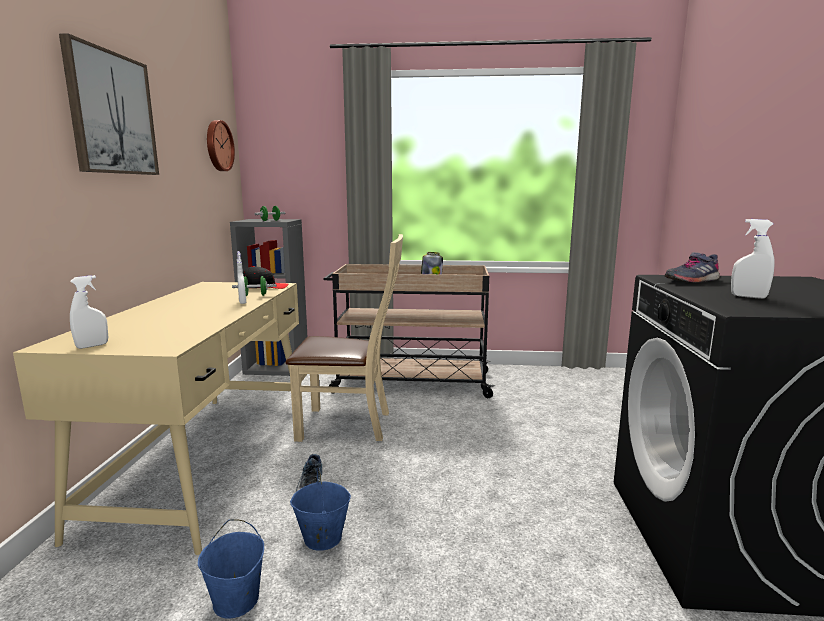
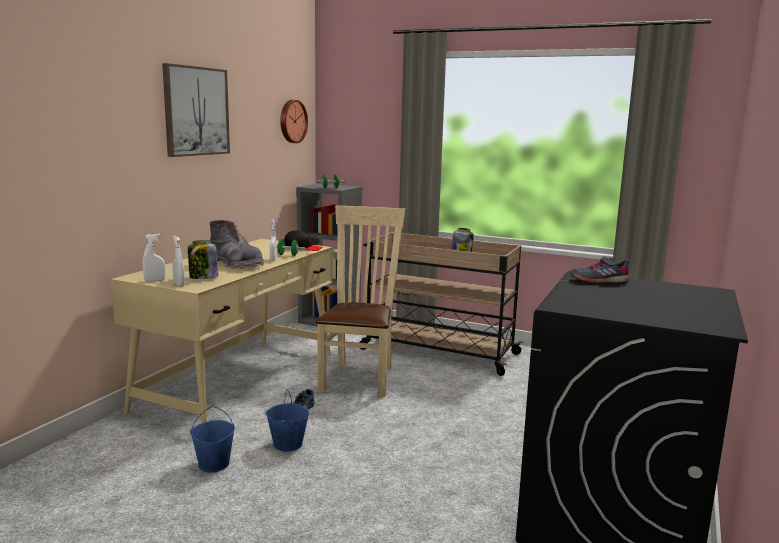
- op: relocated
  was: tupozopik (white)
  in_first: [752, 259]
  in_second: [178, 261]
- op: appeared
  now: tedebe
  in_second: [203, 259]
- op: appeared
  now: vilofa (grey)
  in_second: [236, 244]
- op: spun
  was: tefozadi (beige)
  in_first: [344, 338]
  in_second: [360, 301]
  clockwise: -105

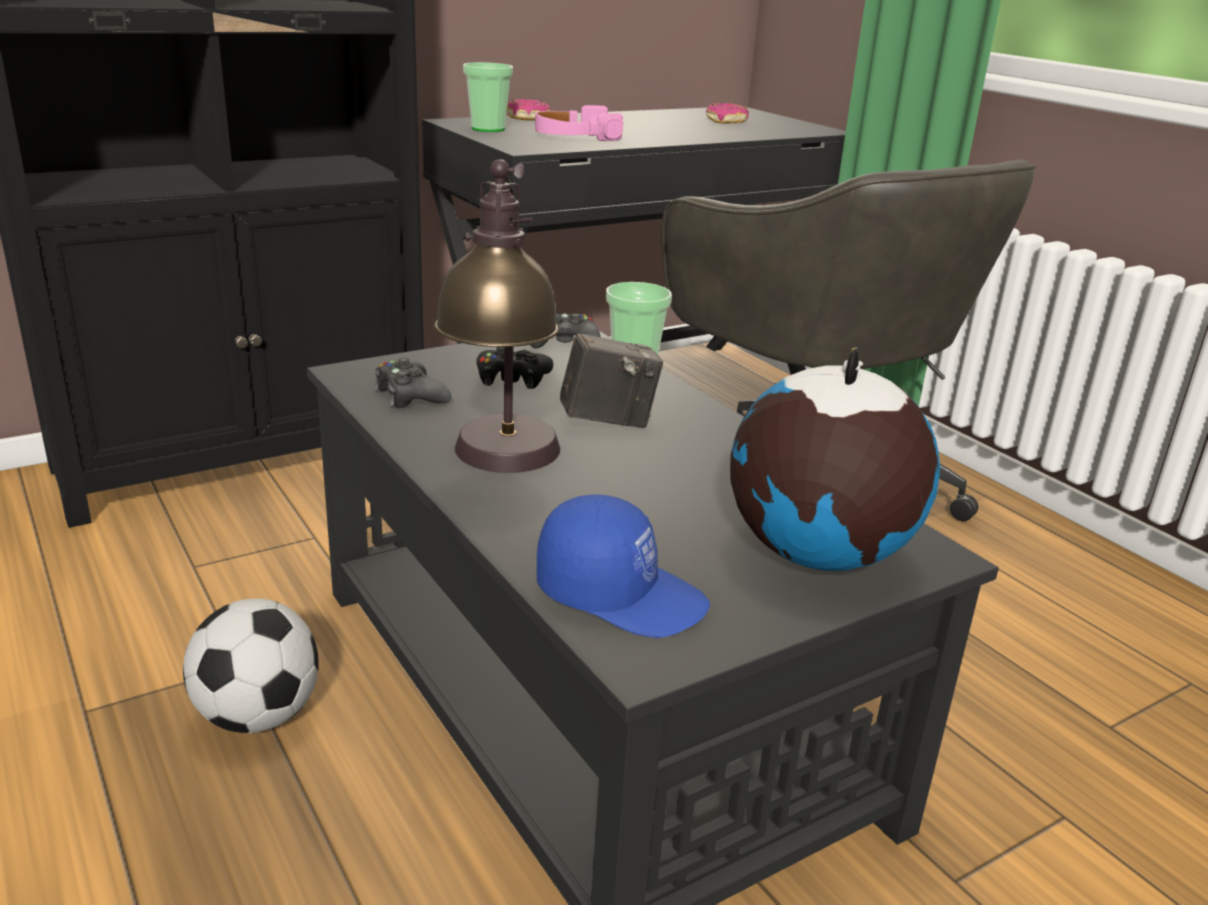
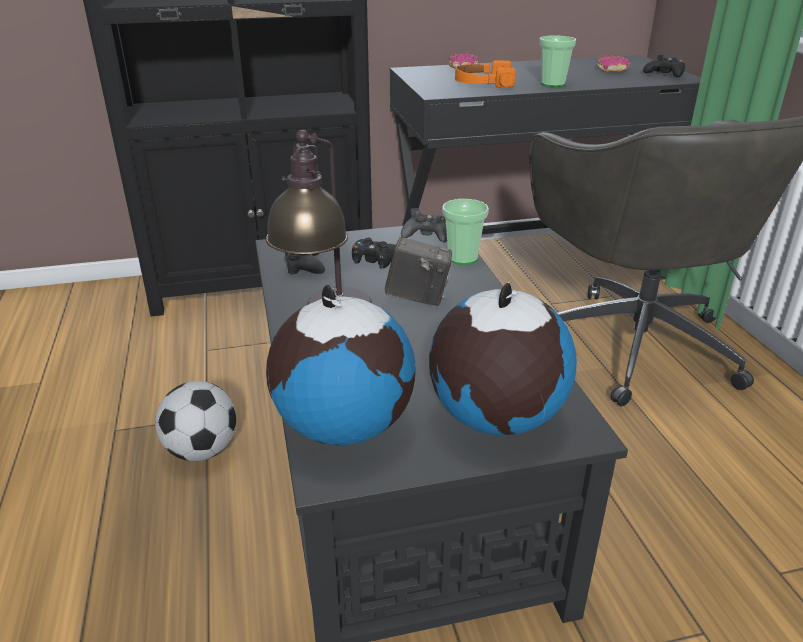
- op: exchanged
  was: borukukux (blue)
  now: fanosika
  in_first: [623, 566]
  in_second: [341, 365]
- op: colour
  was: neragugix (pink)
  now: neragugix (orange)
  in_first: [579, 123]
  in_second: [485, 74]
- op: relocated
  was: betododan
  in_first: [488, 97]
  in_second: [557, 61]
- op: appeared
  now: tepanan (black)
  in_second: [664, 66]

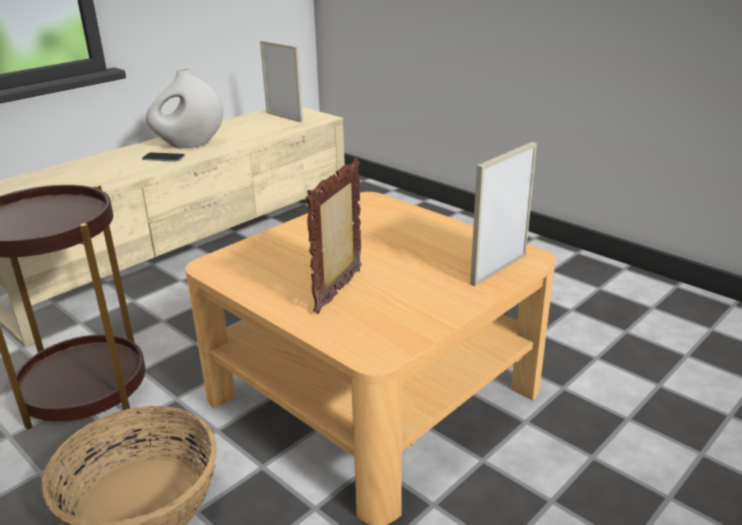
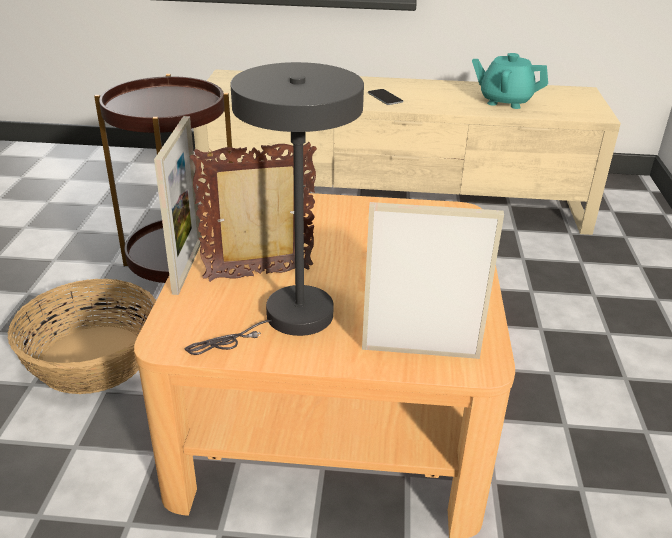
- op: relocated
  was: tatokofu
  in_first: [281, 81]
  in_second: [178, 205]
- op: appeared
  now: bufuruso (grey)
  in_second: [274, 208]
- op: appeared
  now: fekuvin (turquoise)
  in_second: [510, 81]
- op: missing
  was: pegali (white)
  in_first: [184, 109]

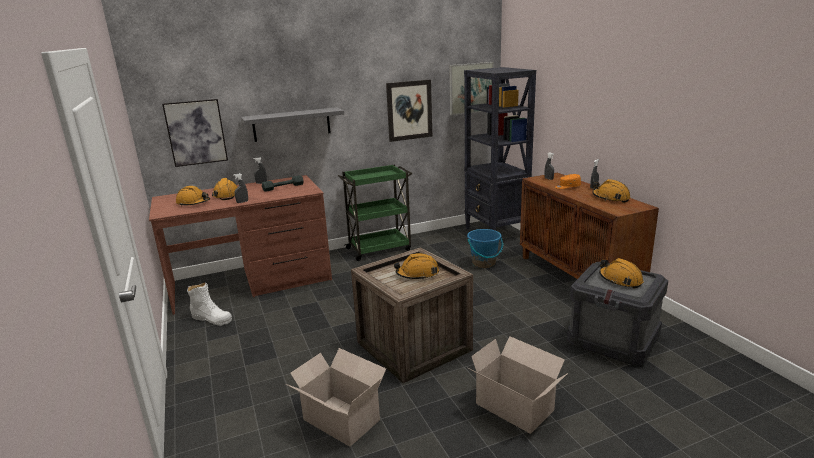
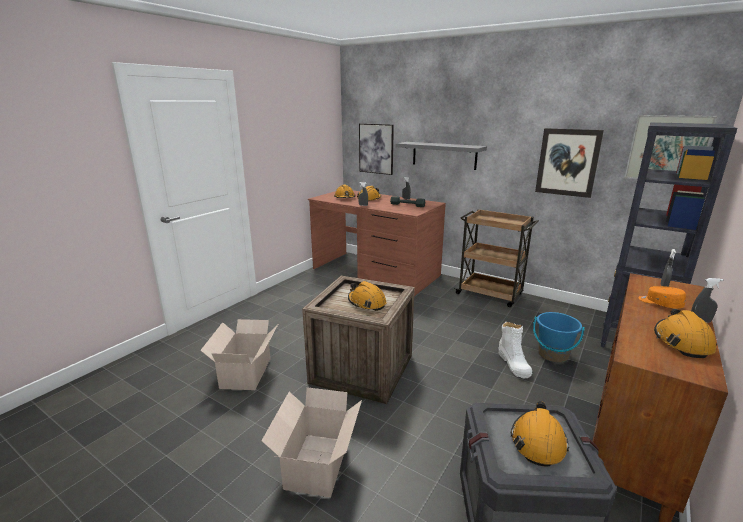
- op: colour
  was: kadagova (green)
  now: kadagova (brown)
  in_first: [375, 213]
  in_second: [496, 258]
- op: relocated
  was: vilofa (white)
  in_first: [209, 304]
  in_second: [515, 350]

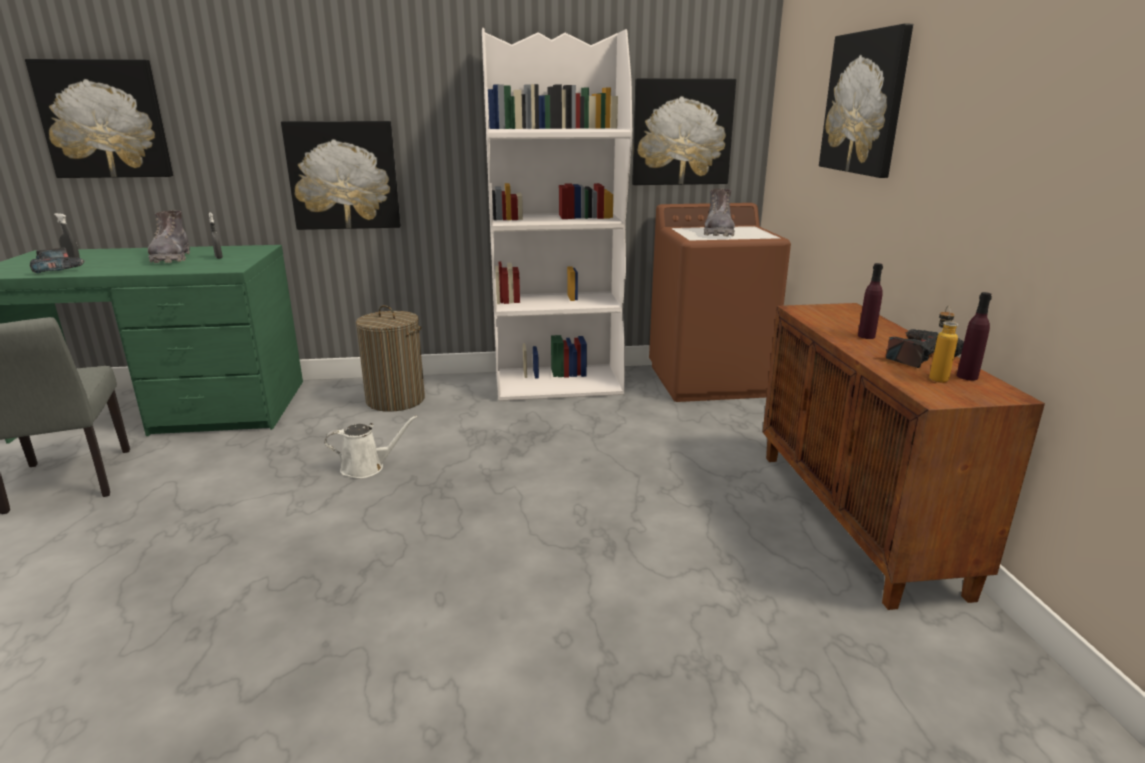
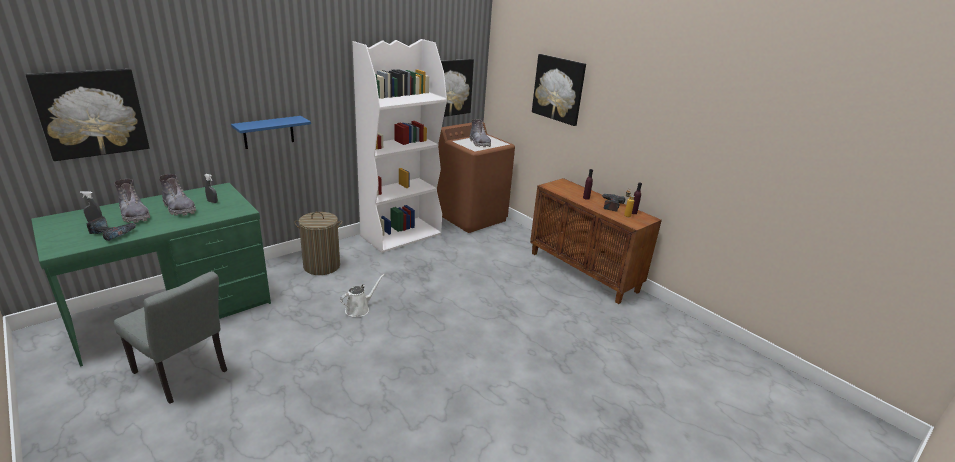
- op: appeared
  now: vilofa (grey)
  in_second: [132, 201]
- op: exchanged
  was: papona
  now: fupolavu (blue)
  in_first: [341, 175]
  in_second: [271, 132]

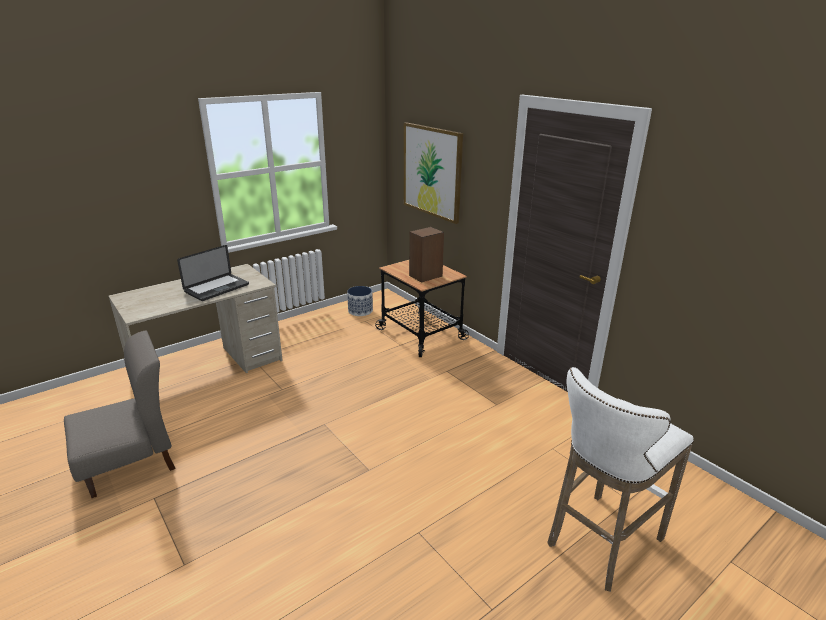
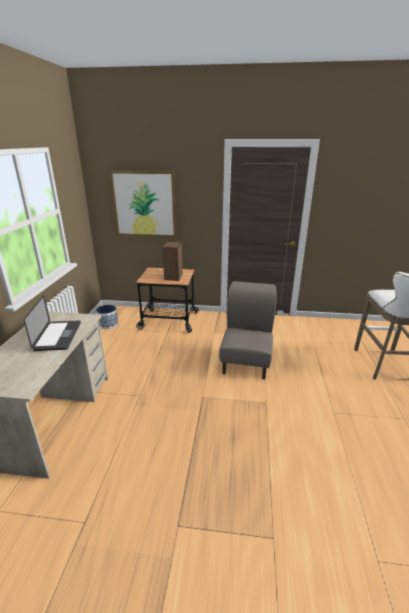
- op: relocated
  was: tefozadi (grey)
  in_first: [120, 414]
  in_second: [248, 330]

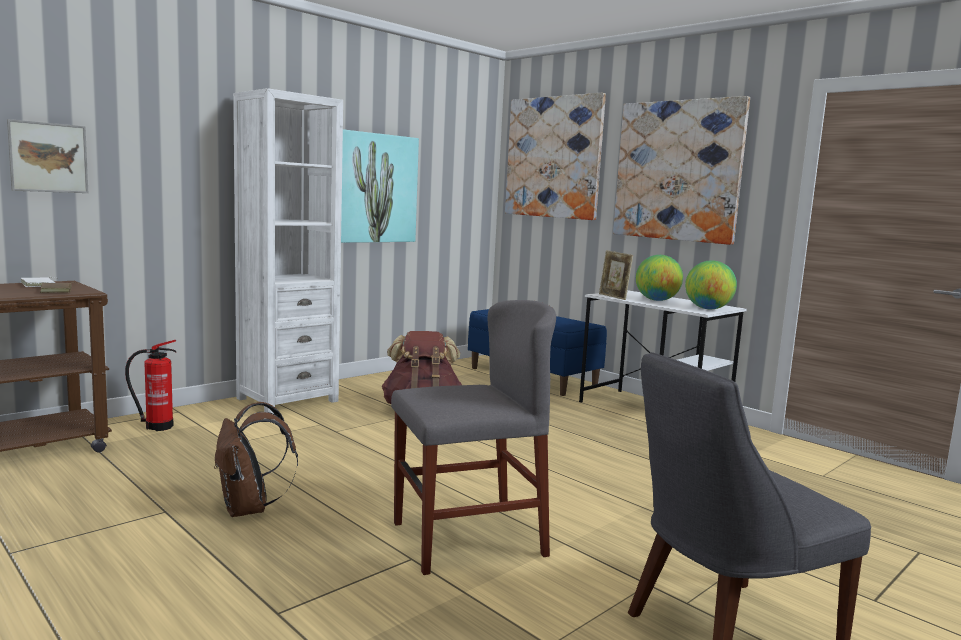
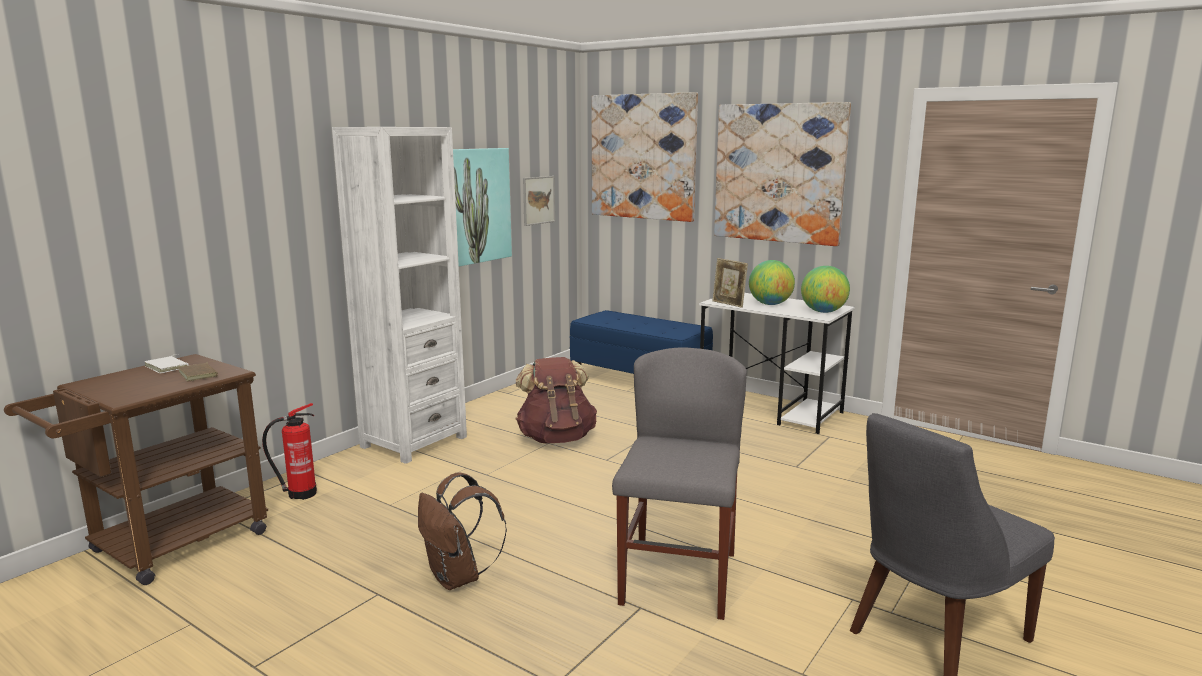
- op: relocated
  was: papona
  in_first: [47, 156]
  in_second: [539, 201]
- op: spun
  was: tefozadi (grey)
  in_first: [473, 437]
  in_second: [679, 483]
  clockwise: -45

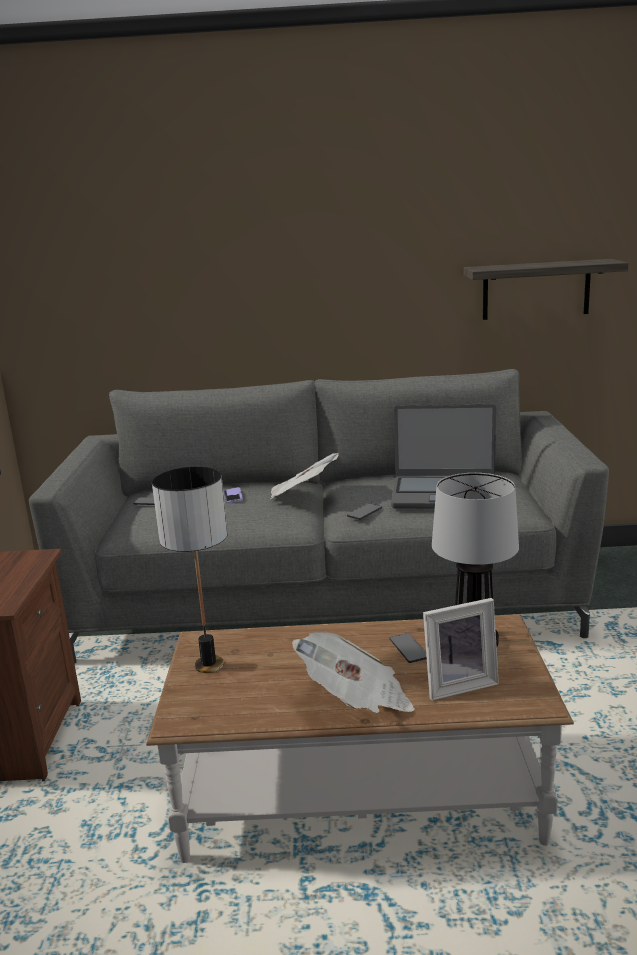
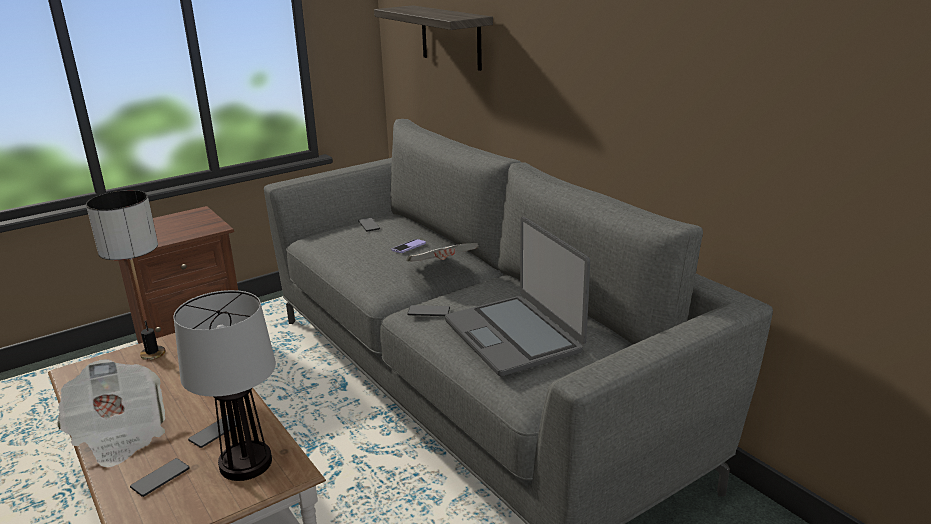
- op: exchanged
  was: tatokofu
  now: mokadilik
  in_first: [461, 649]
  in_second: [160, 477]
- op: relocated
  was: fupolavu
  in_first: [546, 289]
  in_second: [433, 38]

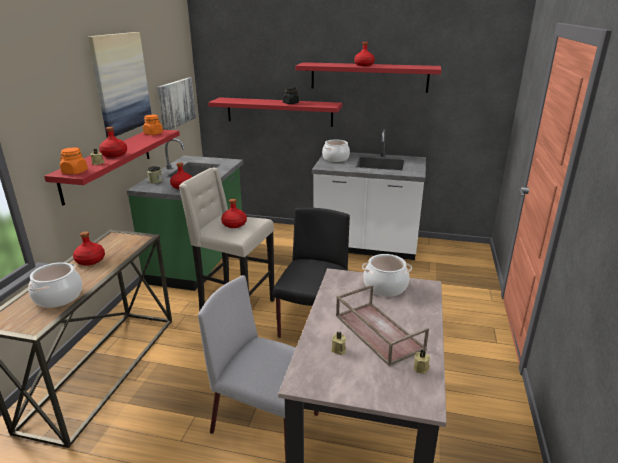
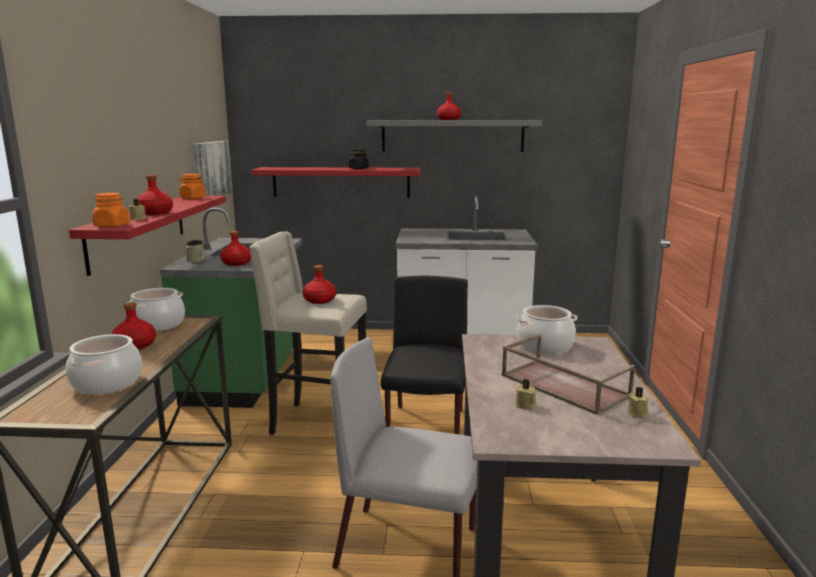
- op: relocated
  was: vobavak
  in_first: [336, 151]
  in_second: [156, 309]
- op: colour
  was: fupolavu (red)
  now: fupolavu (grey)
  in_first: [368, 77]
  in_second: [454, 136]
- op: missing
  was: papona
  in_first: [120, 84]

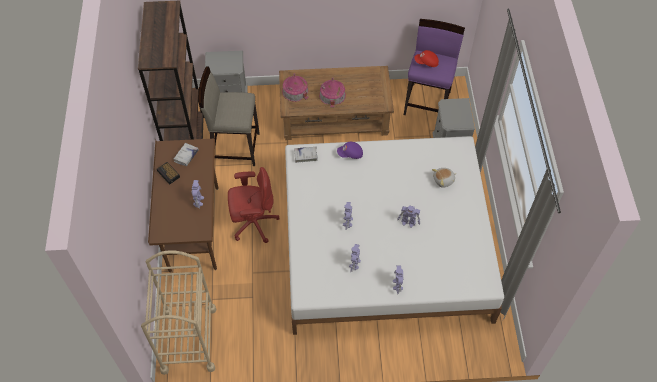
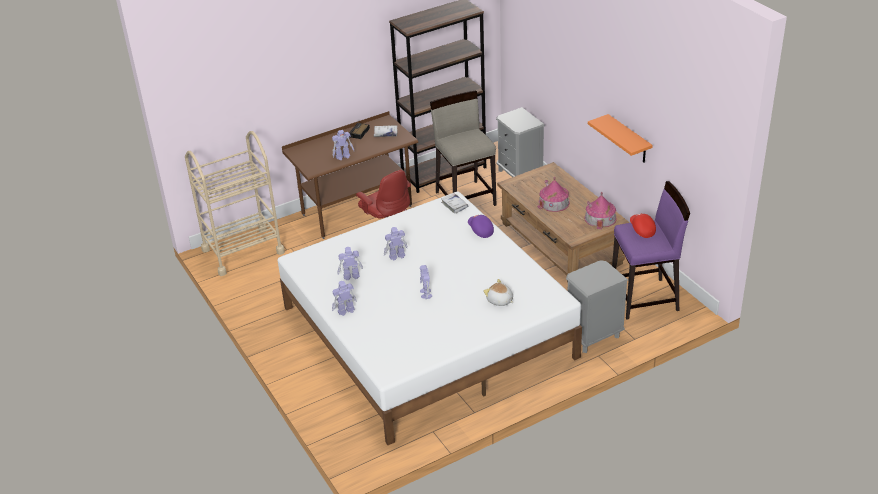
- op: relocated
  was: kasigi
  in_first: [295, 87]
  in_second: [600, 210]
- op: appeared
  now: fupolavu (orange)
  in_second: [620, 138]

